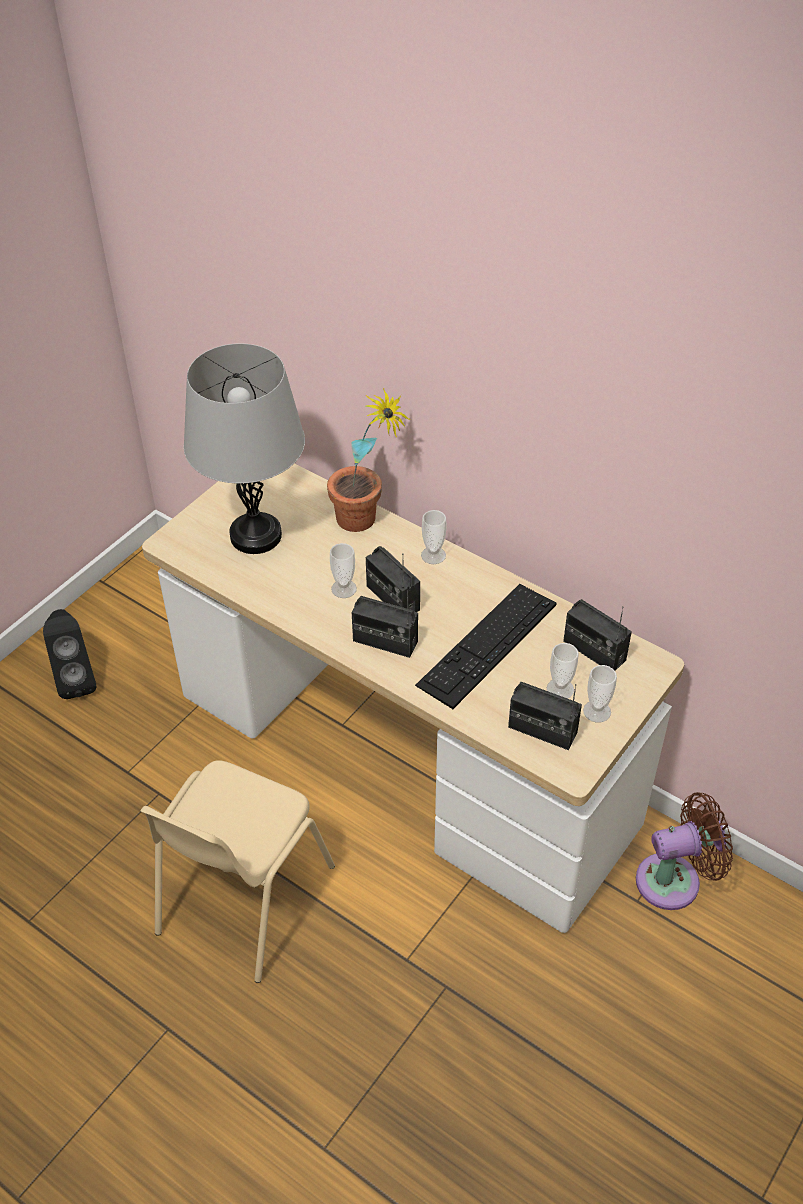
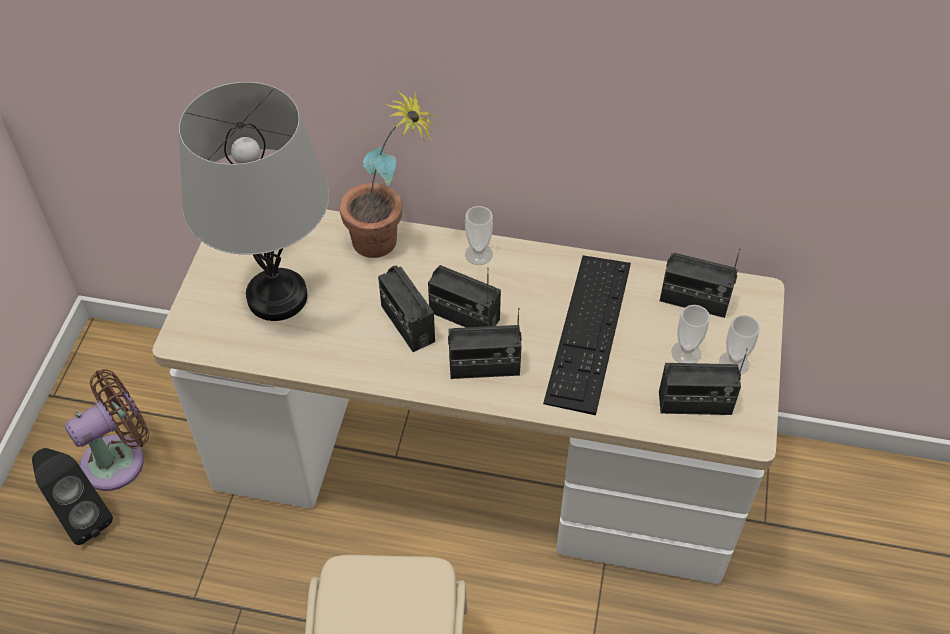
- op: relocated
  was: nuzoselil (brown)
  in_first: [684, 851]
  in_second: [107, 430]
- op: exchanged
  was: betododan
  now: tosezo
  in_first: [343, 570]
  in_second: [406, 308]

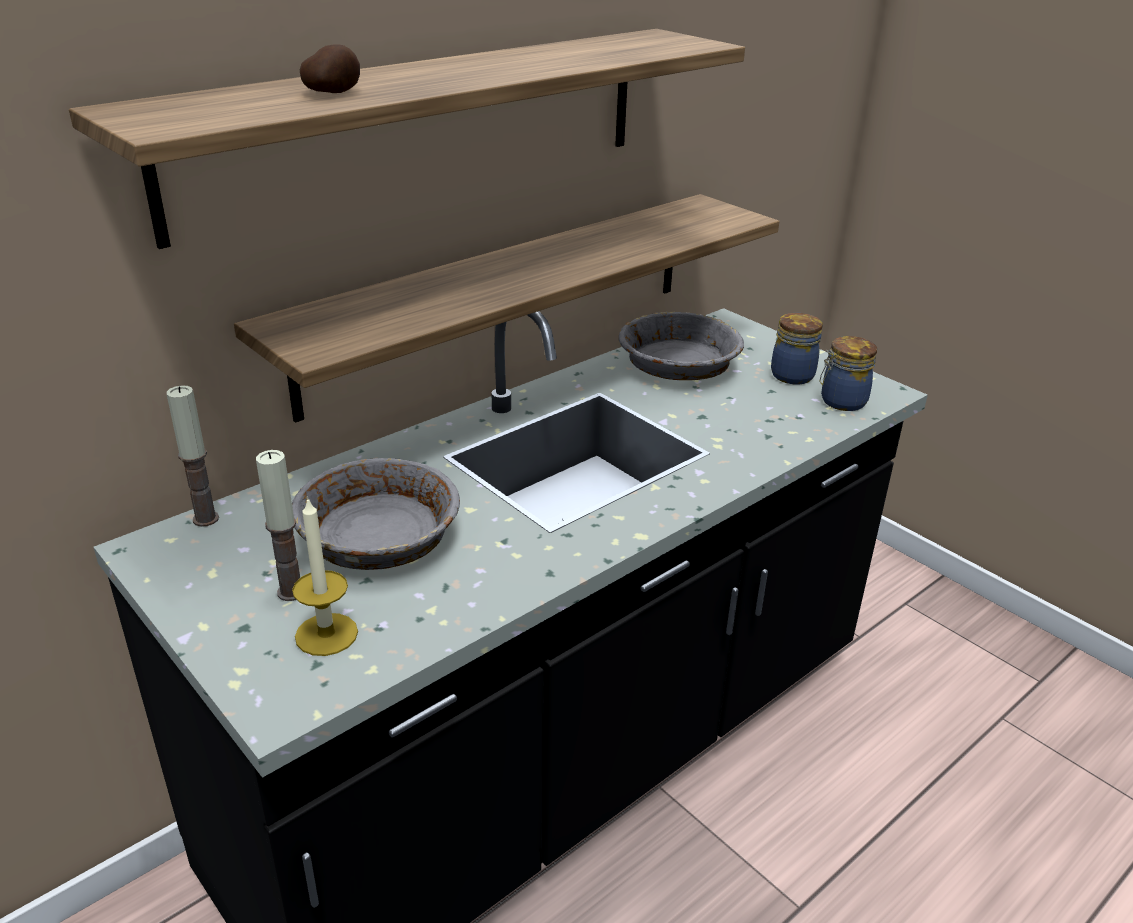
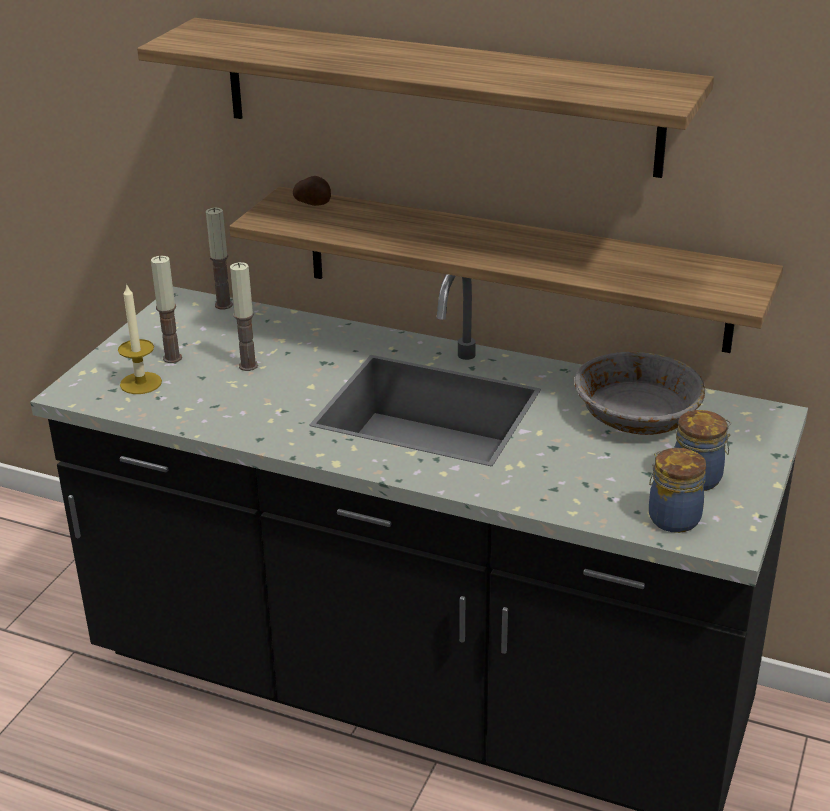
- op: exchanged
  was: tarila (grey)
  now: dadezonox
  in_first: [376, 514]
  in_second: [244, 316]
- op: relocated
  was: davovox
  in_first: [330, 68]
  in_second: [312, 191]

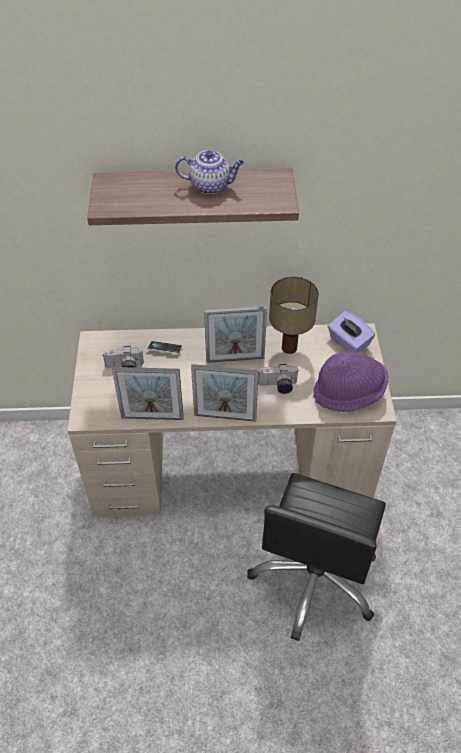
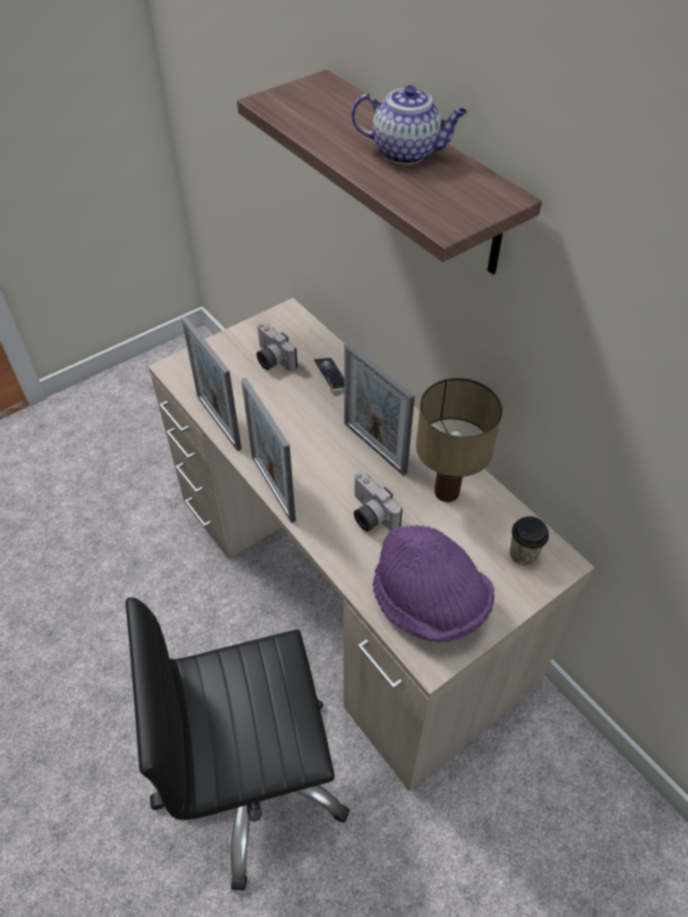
- op: spun
  was: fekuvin
  in_first: [209, 172]
  in_second: [409, 124]
  clockwise: -45
- op: exchanged
  was: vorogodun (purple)
  now: betododan
  in_first: [351, 332]
  in_second: [529, 541]

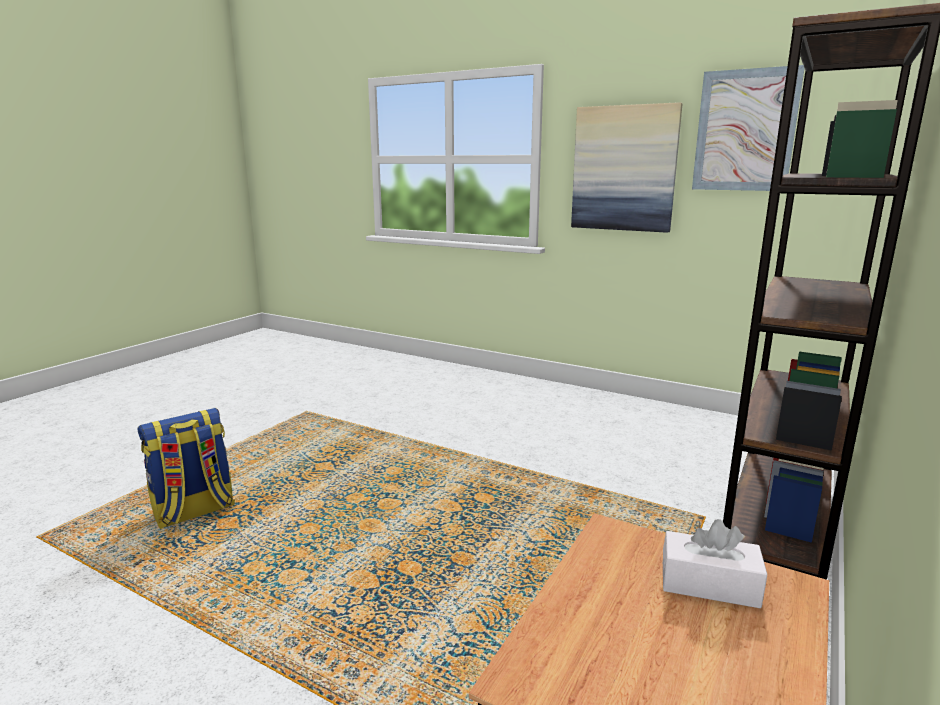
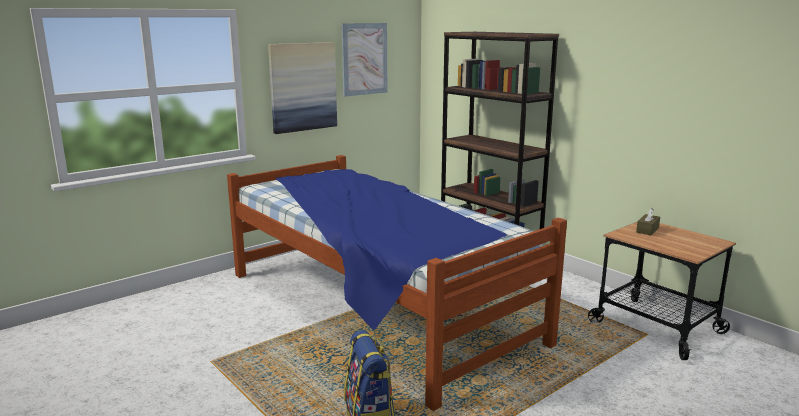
- op: appeared
  now: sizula
  in_second: [397, 283]
- op: colour
  was: vorogodun (white)
  now: vorogodun (brown)
  in_first: [715, 563]
  in_second: [648, 221]

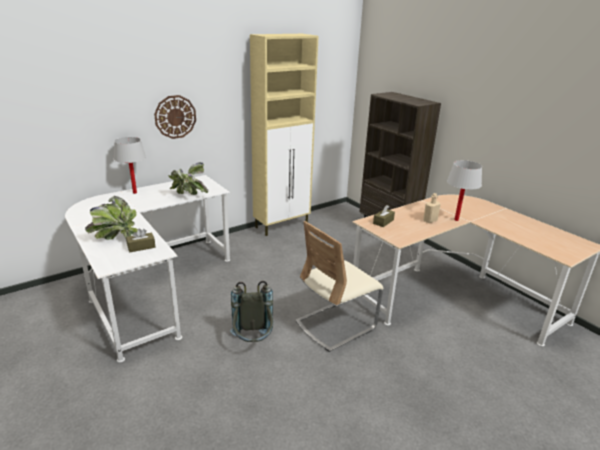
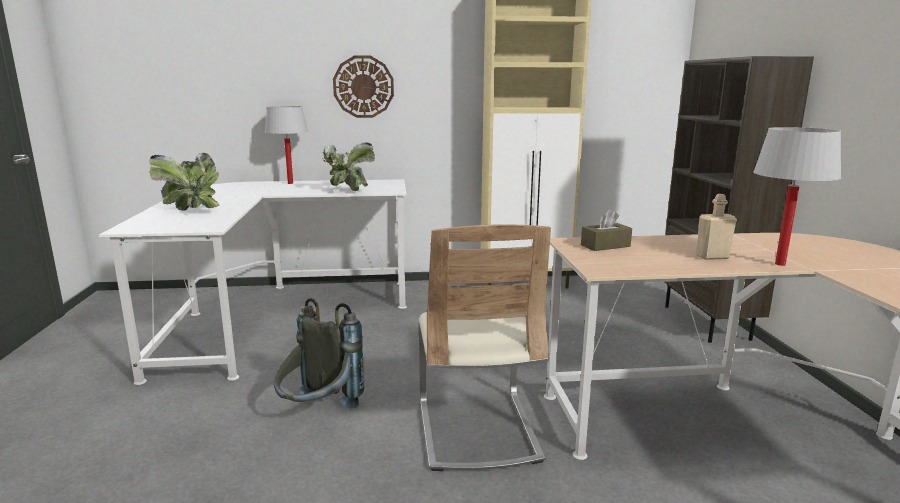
- op: spun
  was: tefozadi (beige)
  in_first: [339, 286]
  in_second: [485, 347]
  clockwise: -90
- op: missing
  was: vorogodun (brown)
  in_first: [141, 240]

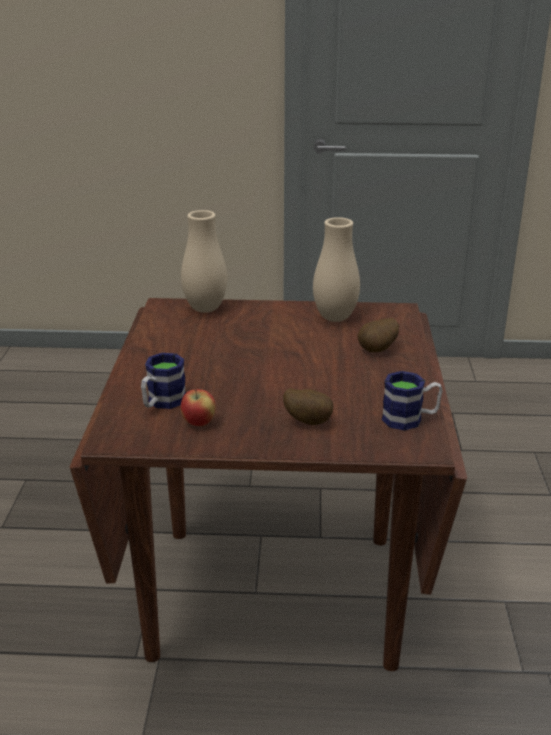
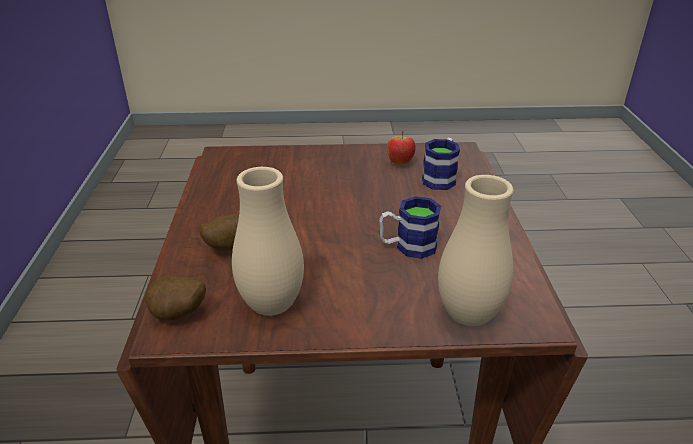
- op: relocated
  was: davovox
  in_first: [308, 406]
  in_second: [175, 297]
- op: relocated
  was: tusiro
  in_first: [412, 400]
  in_second: [410, 227]

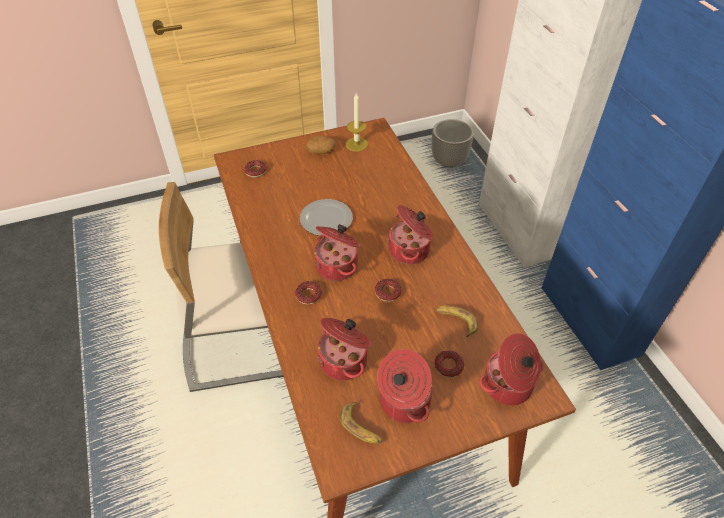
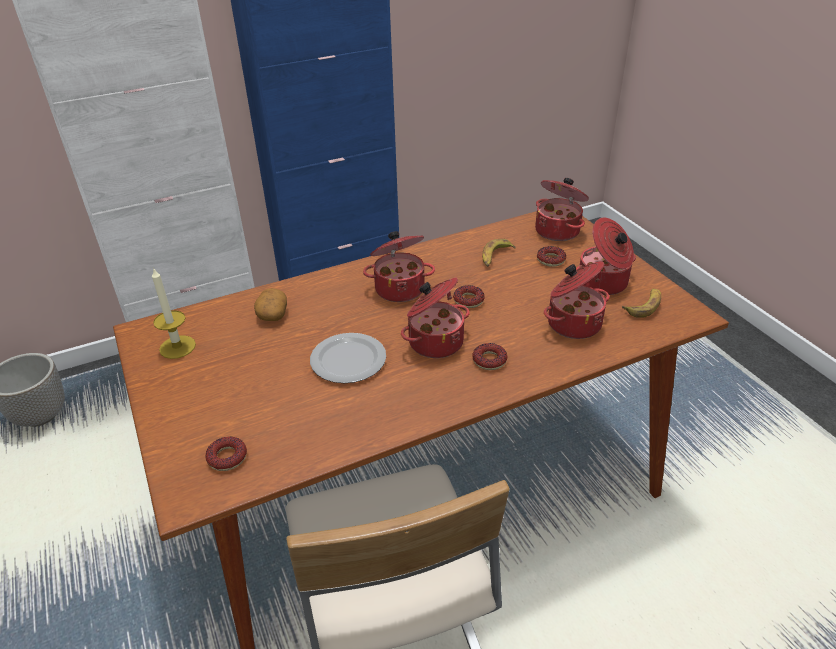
- op: relocated
  was: davovox
  in_first: [320, 145]
  in_second: [270, 304]

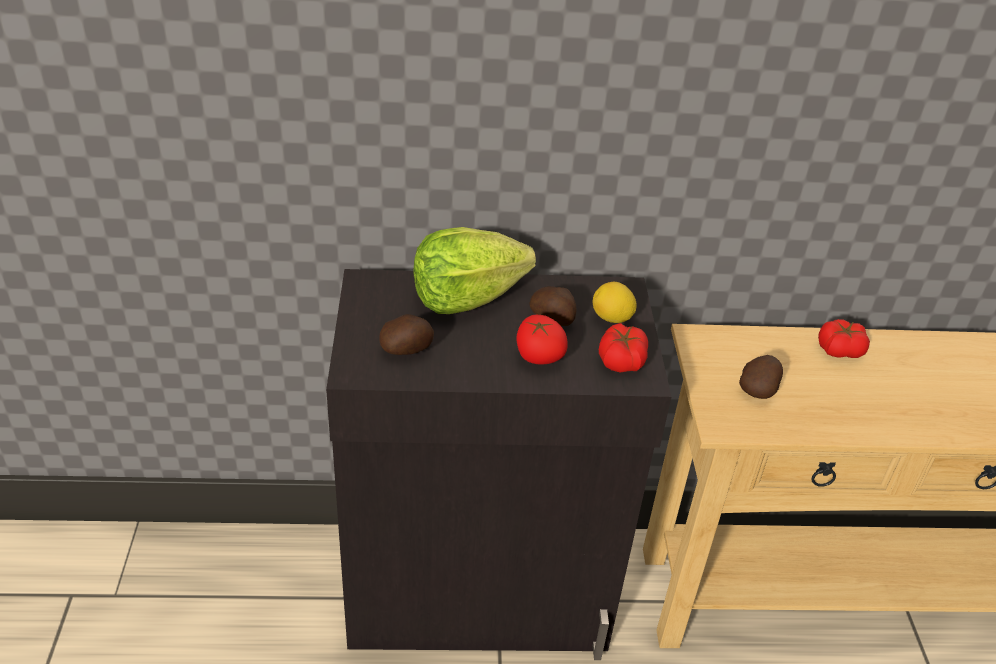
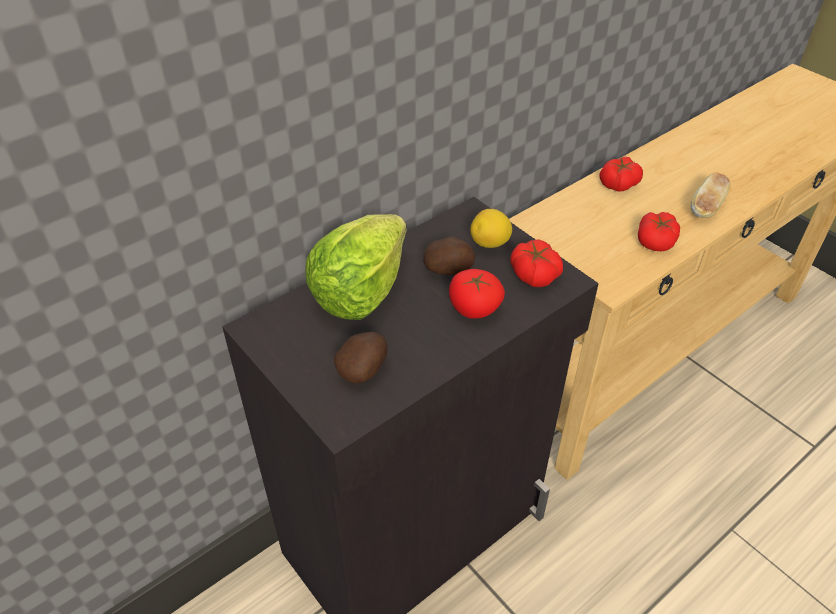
- op: appeared
  now: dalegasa
  in_second: [659, 231]
- op: appeared
  now: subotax
  in_second: [710, 195]
- op: missing
  was: davovox
  in_first: [761, 377]

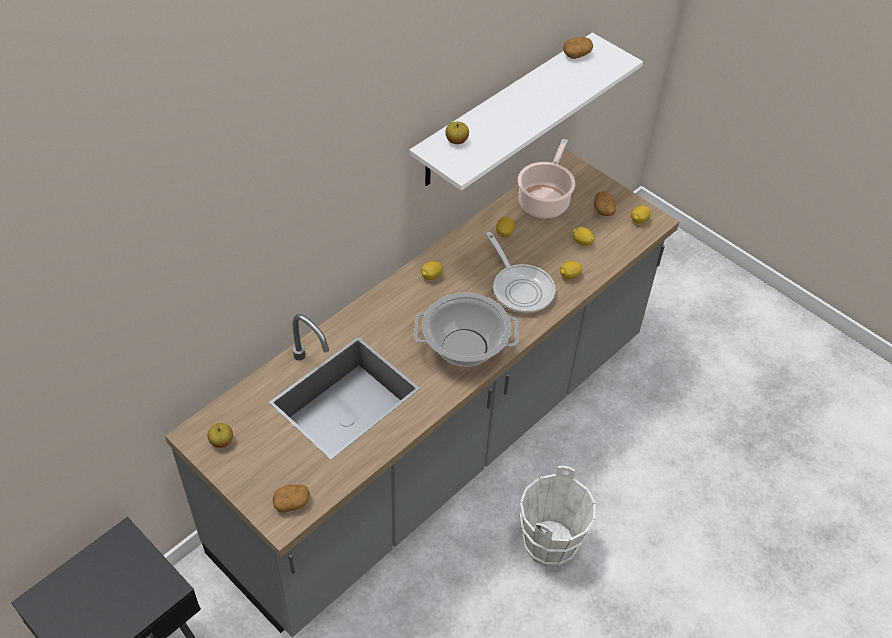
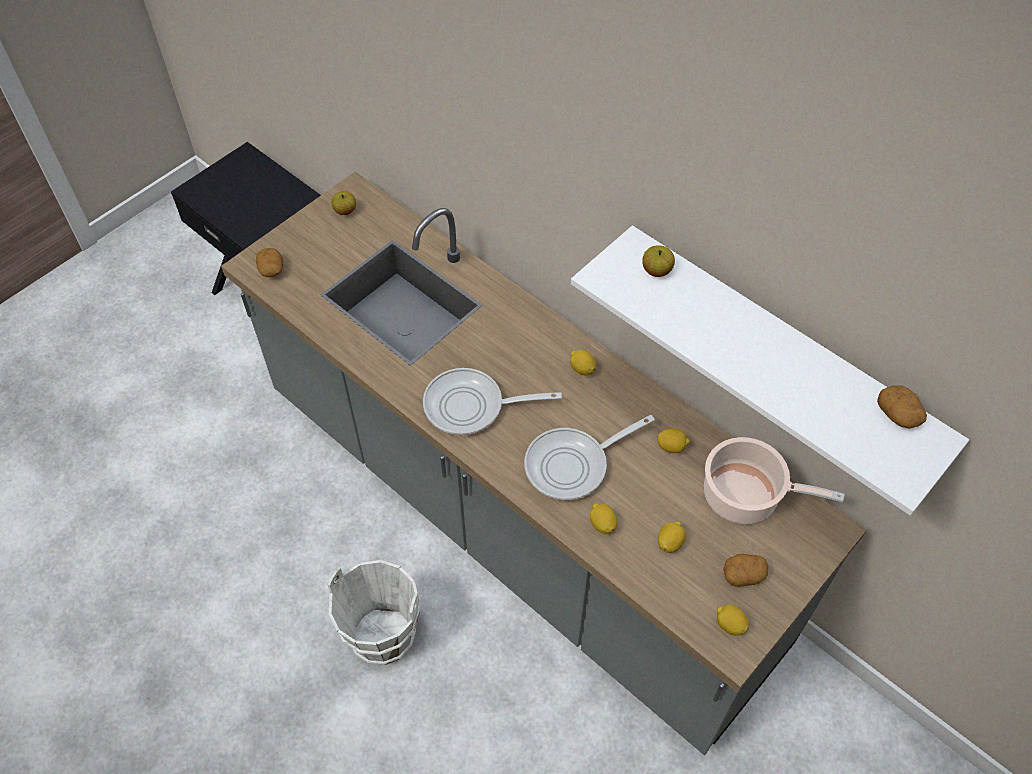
- op: exchanged
  was: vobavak
  now: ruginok
  in_first: [466, 329]
  in_second: [492, 402]

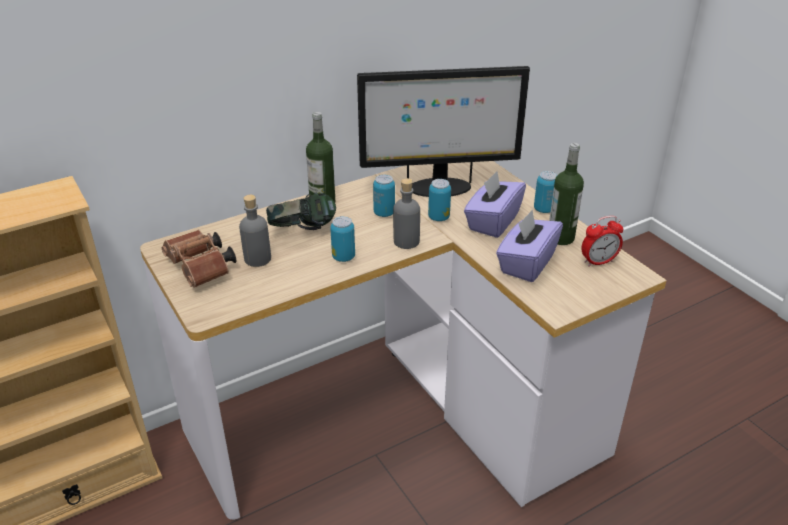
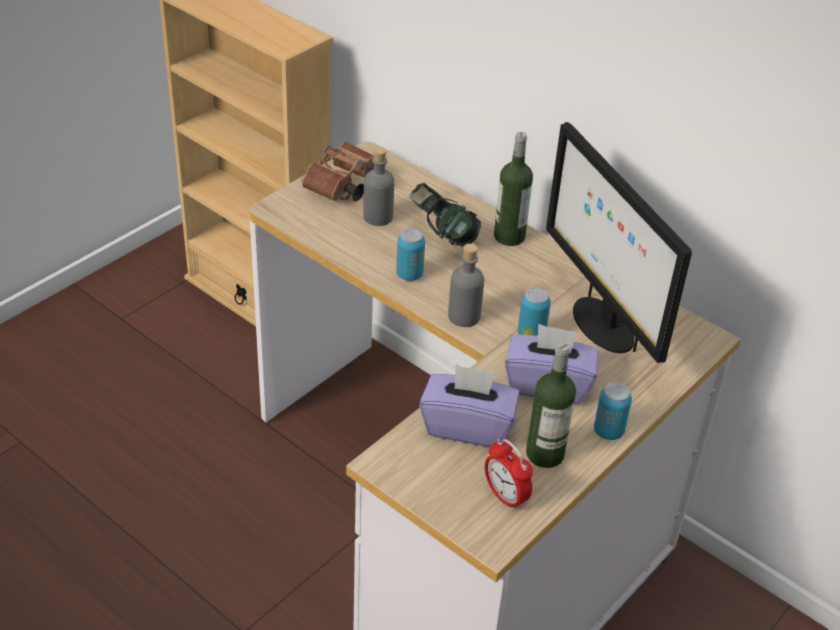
- op: missing
  was: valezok
  in_first: [384, 196]

